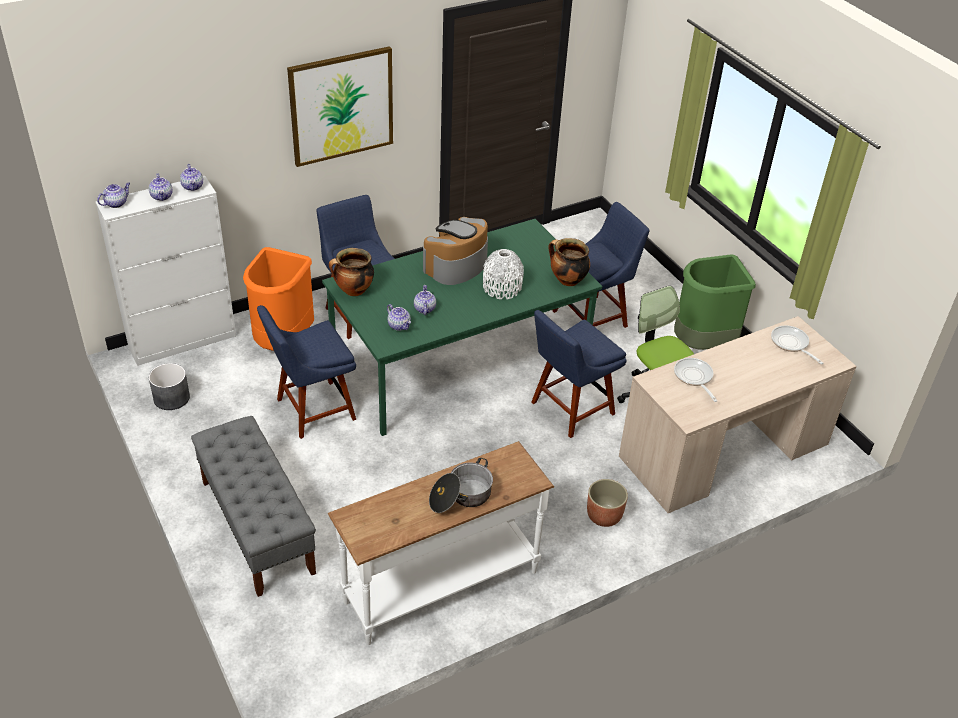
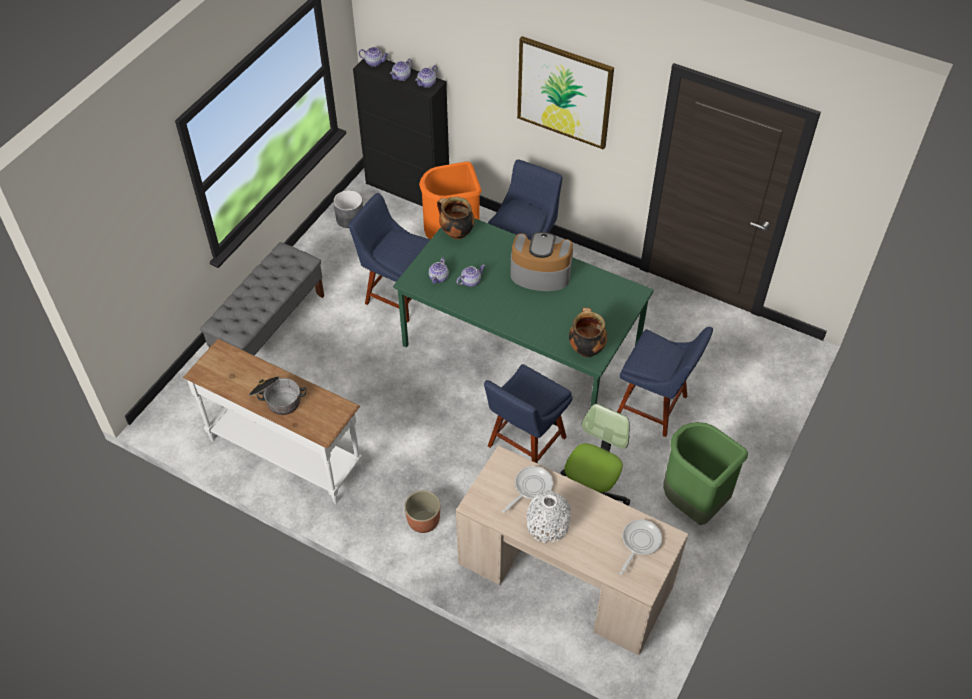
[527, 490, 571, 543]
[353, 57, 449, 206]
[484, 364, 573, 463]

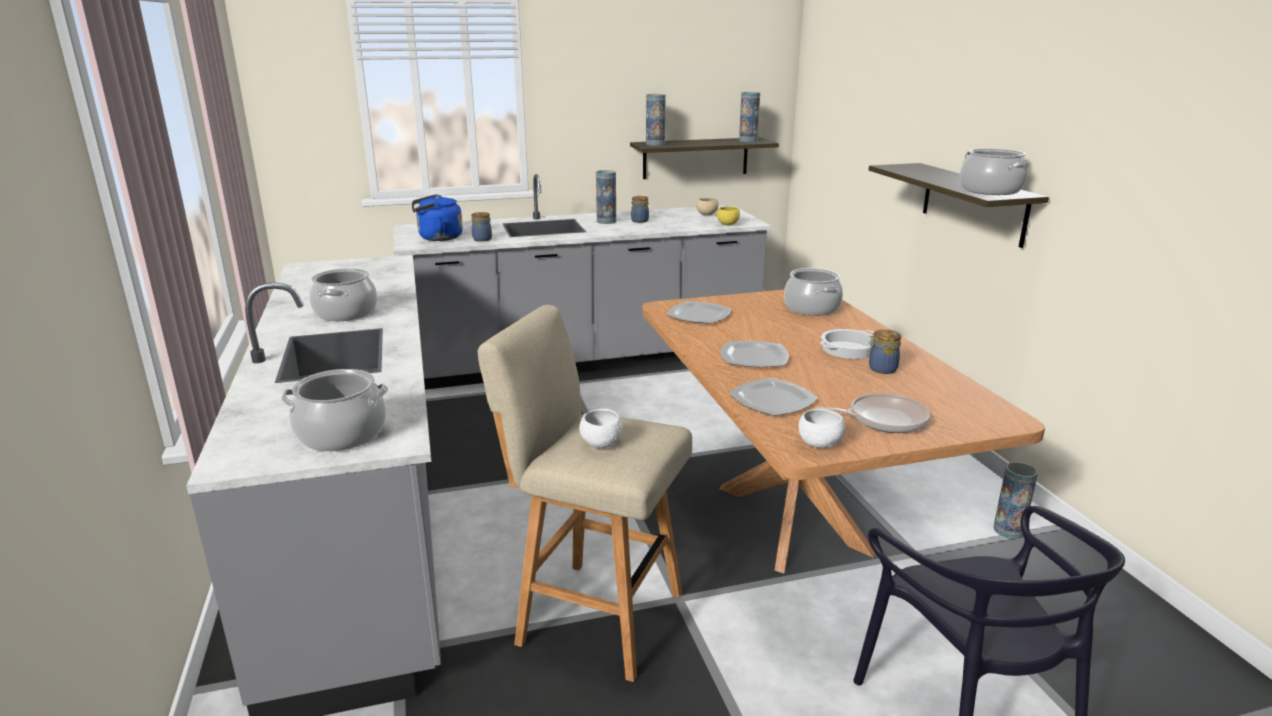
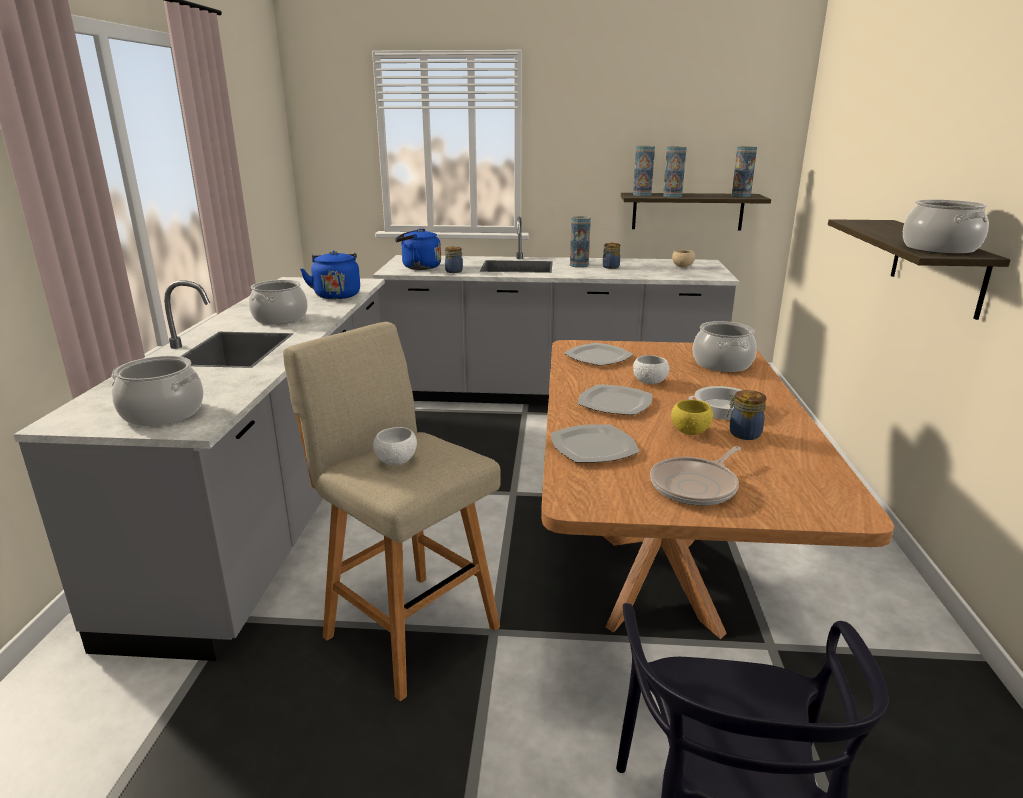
[300, 251, 360, 299]
[671, 400, 713, 435]
[633, 355, 669, 384]
[663, 146, 687, 197]
[650, 446, 741, 506]

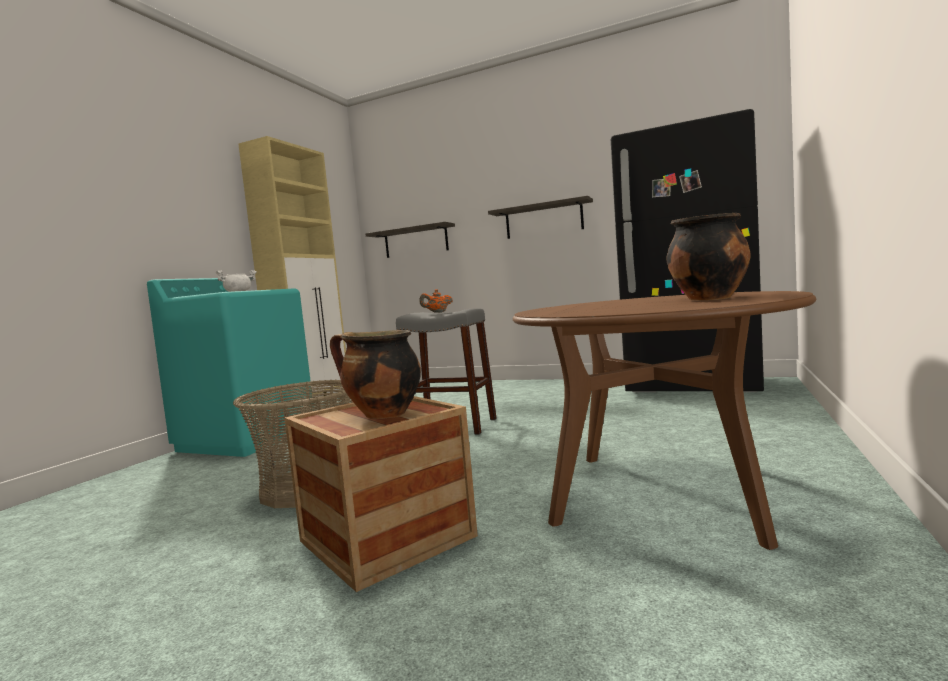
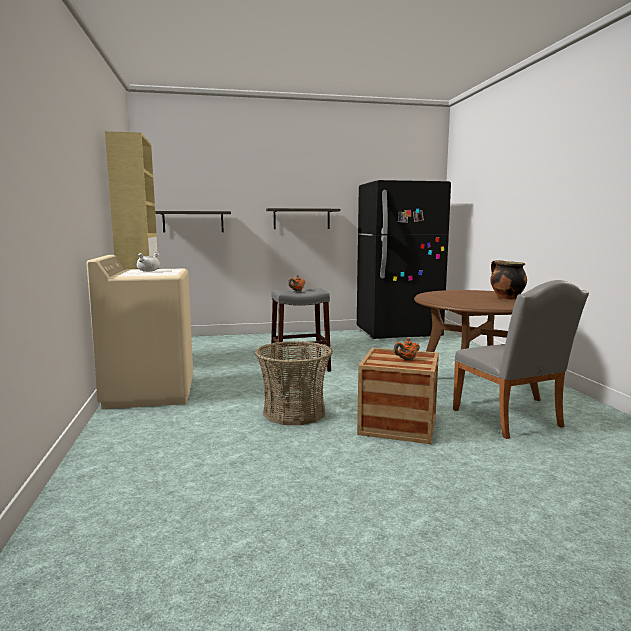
[453, 280, 589, 439]
[394, 338, 420, 360]
[86, 255, 193, 409]

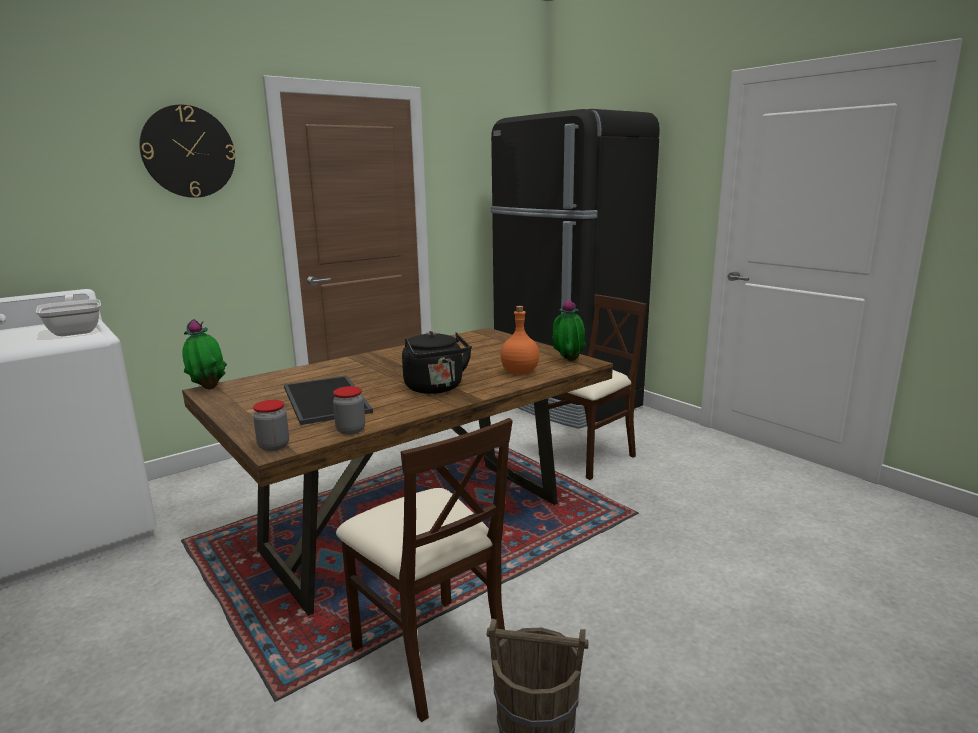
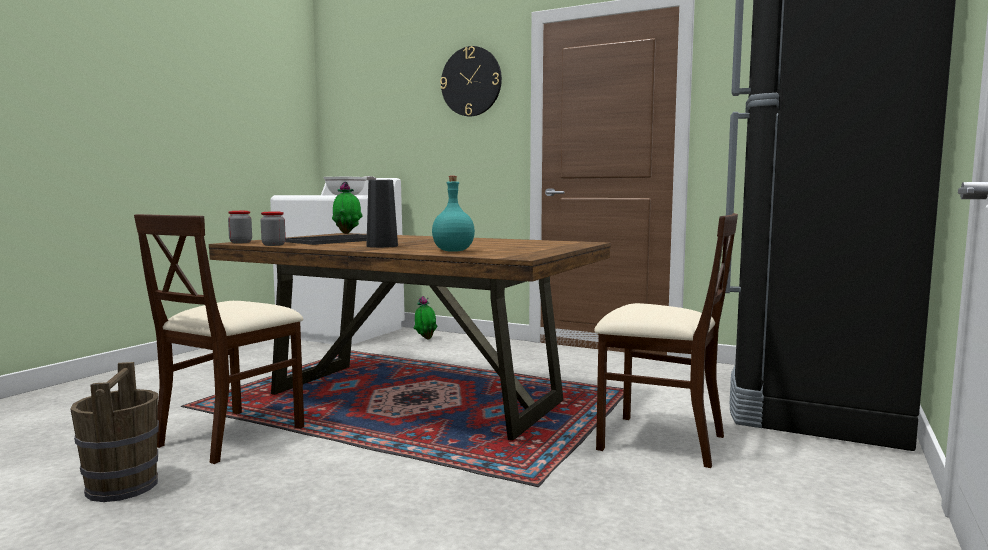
[413, 296, 437, 339]
[366, 180, 398, 248]
[432, 176, 475, 252]

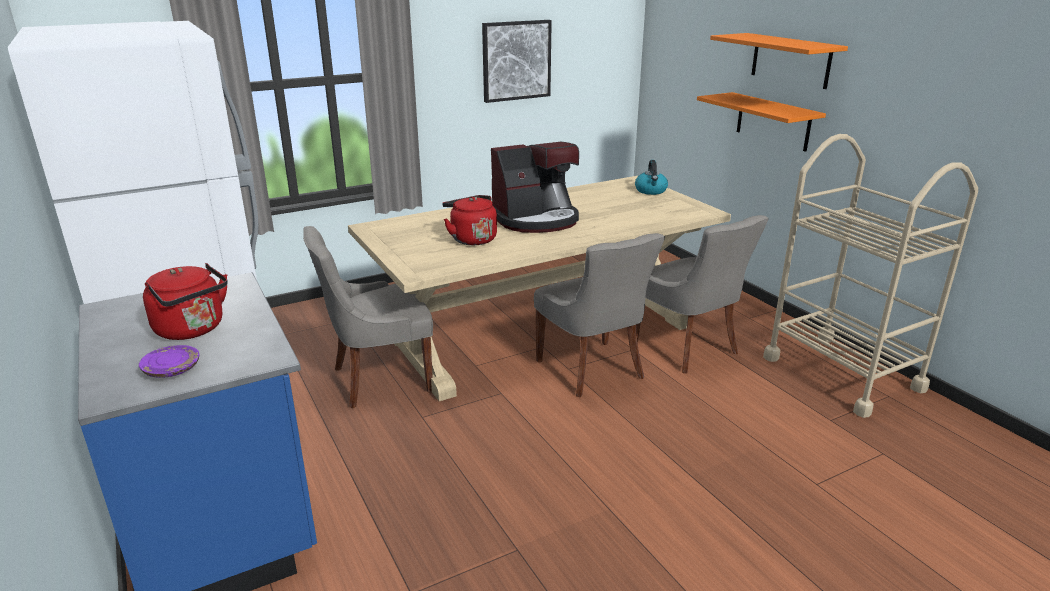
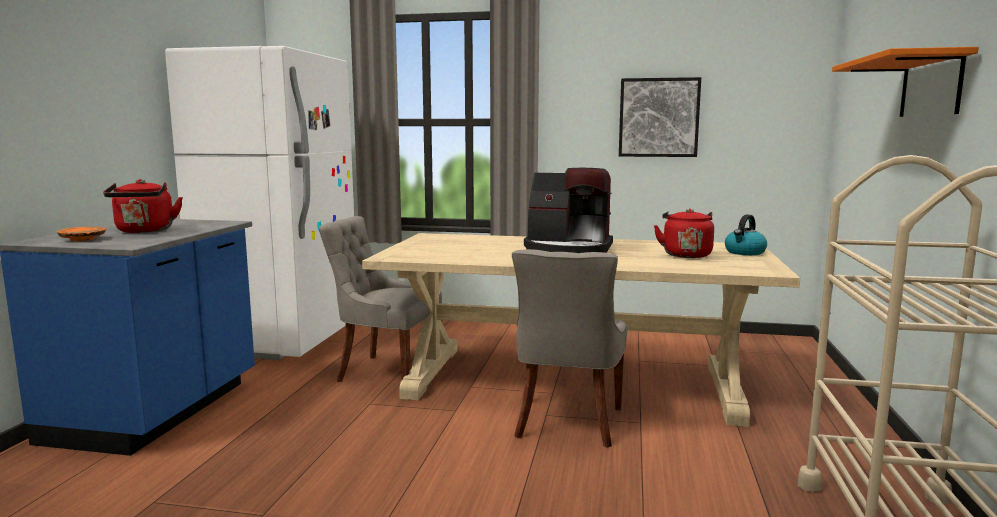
[637, 215, 769, 374] (first image)
[697, 92, 826, 152] (first image)
[654, 209, 714, 258]
[57, 227, 106, 241]

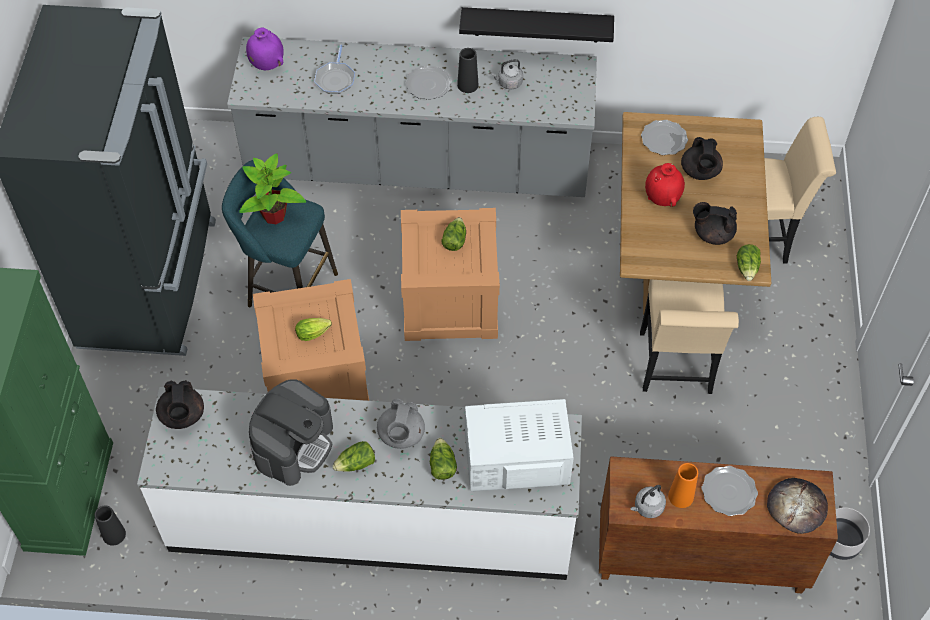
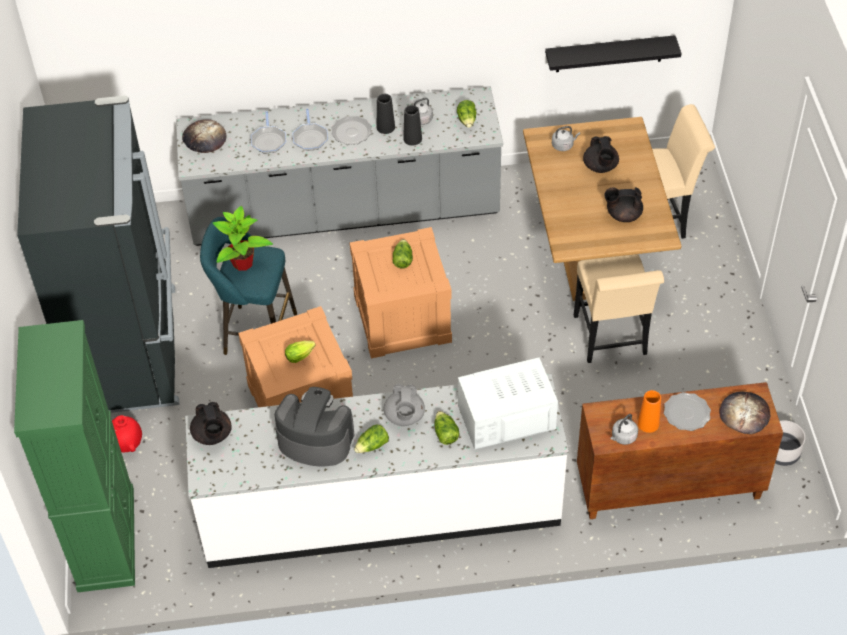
[293, 108, 328, 151]
[403, 105, 422, 146]
[545, 35, 682, 72]
[112, 415, 142, 452]
[457, 100, 477, 128]
[182, 119, 226, 153]
[552, 126, 580, 151]
[274, 387, 354, 467]

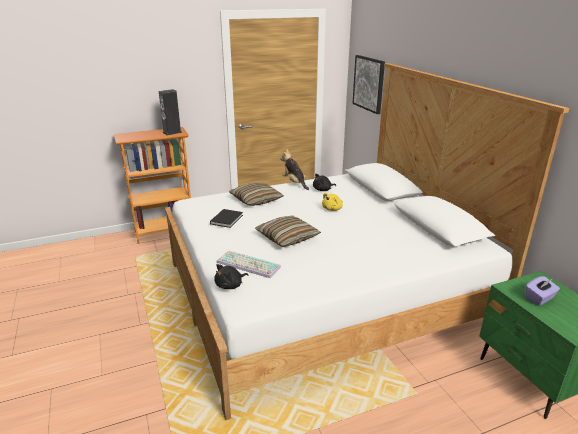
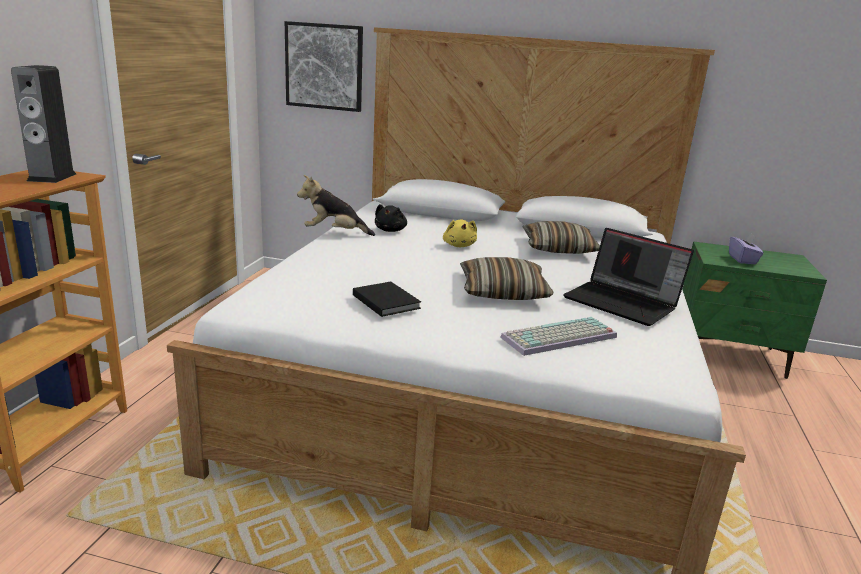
[214, 264, 249, 289] (first image)
[563, 228, 694, 326]
[523, 221, 600, 254]

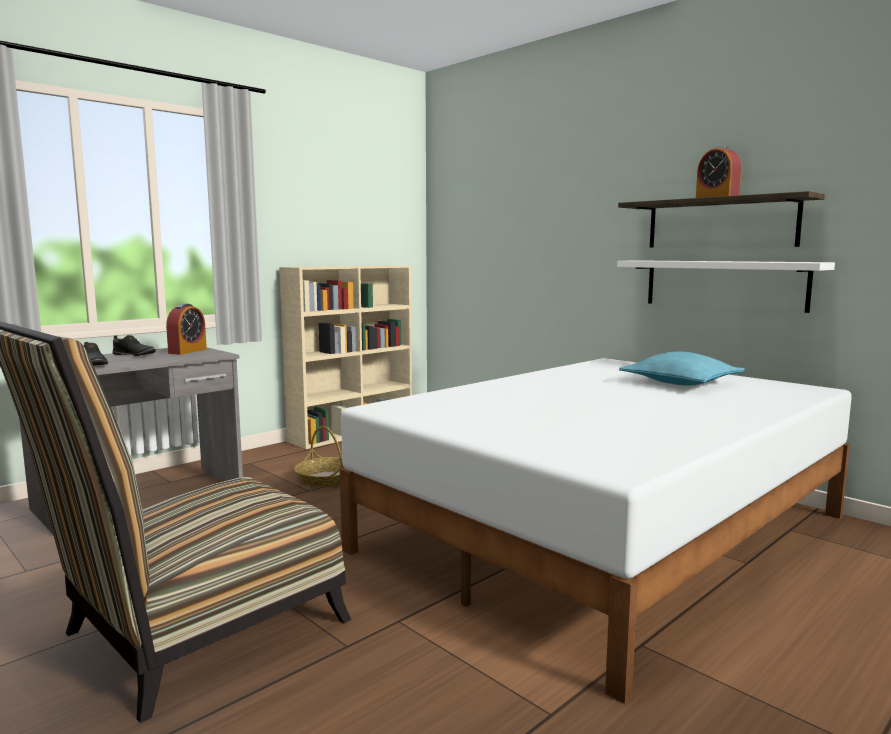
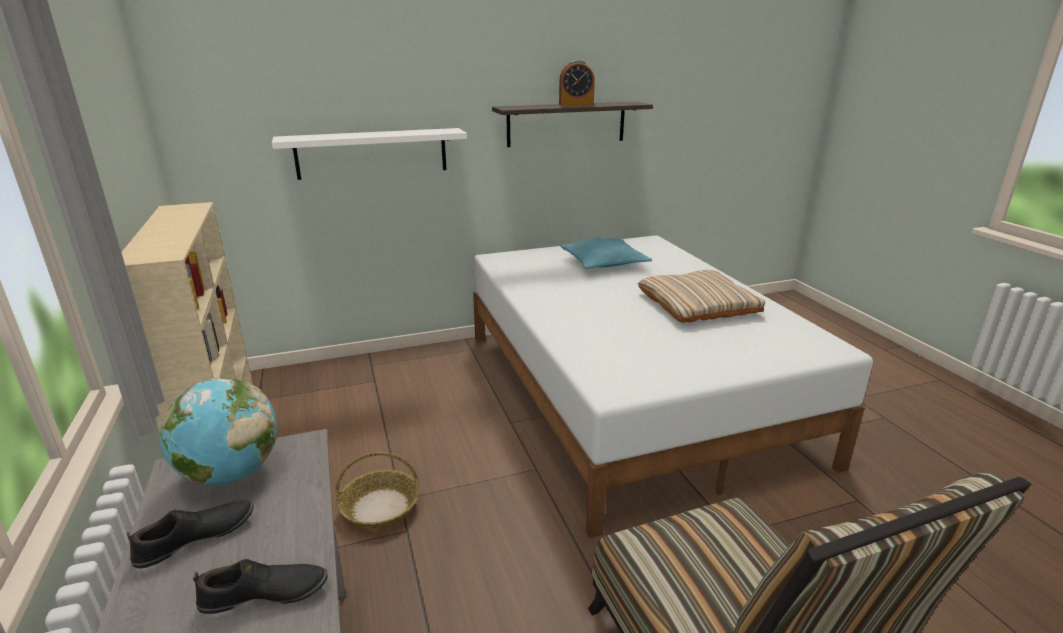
[638, 270, 765, 323]
[272, 128, 467, 180]
[160, 378, 277, 485]

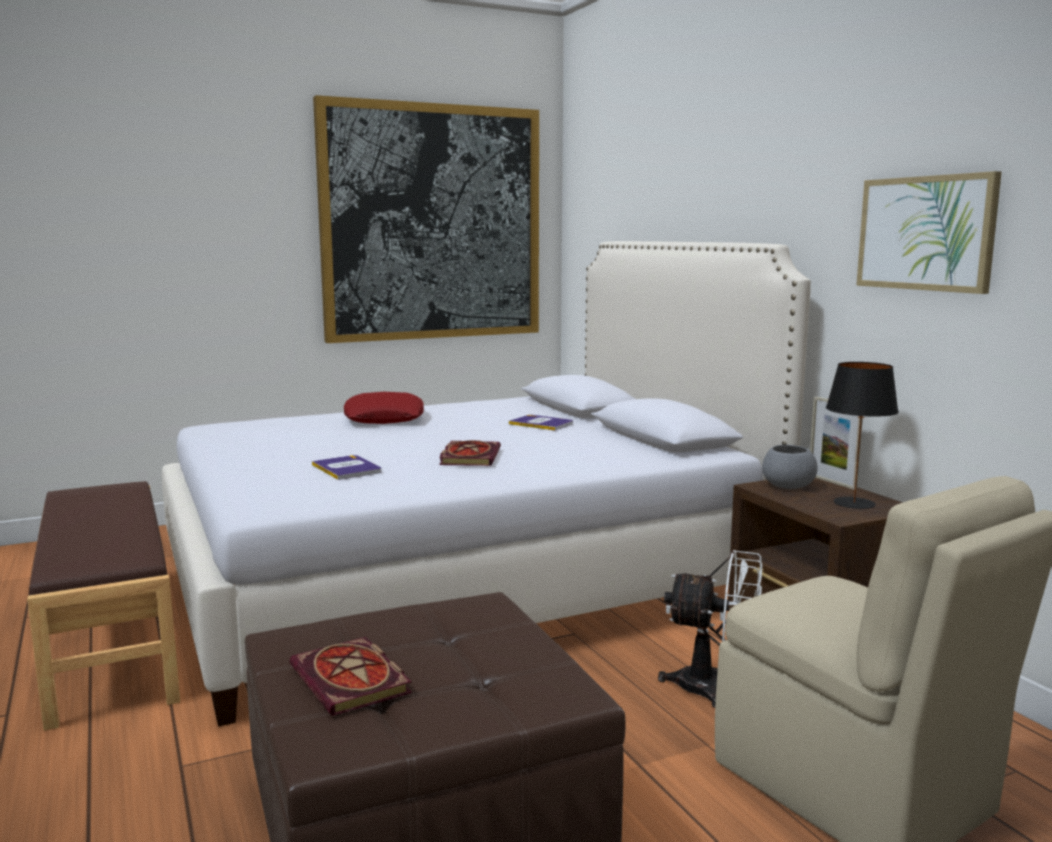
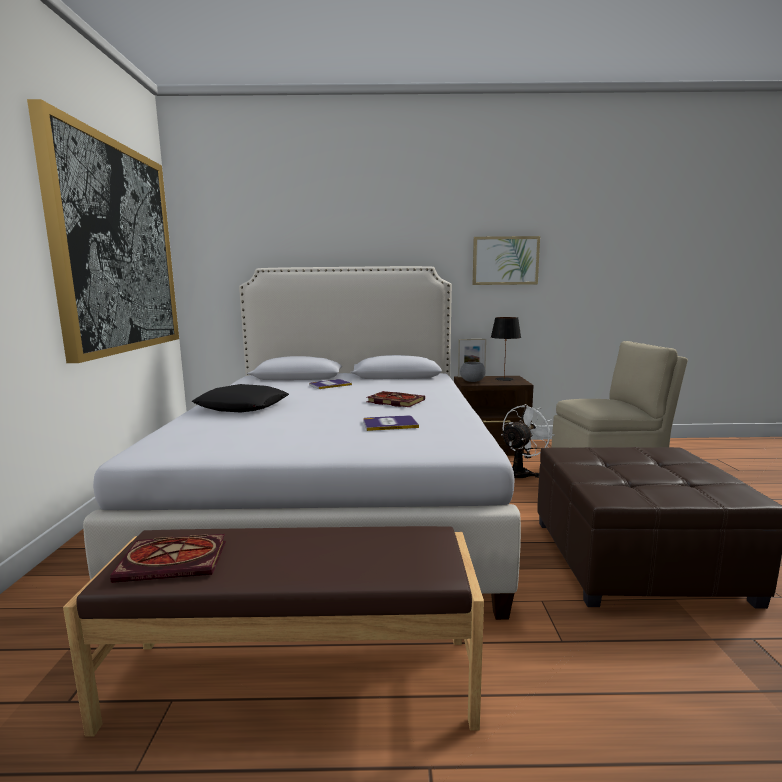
[110, 534, 226, 583]
[192, 384, 289, 412]

